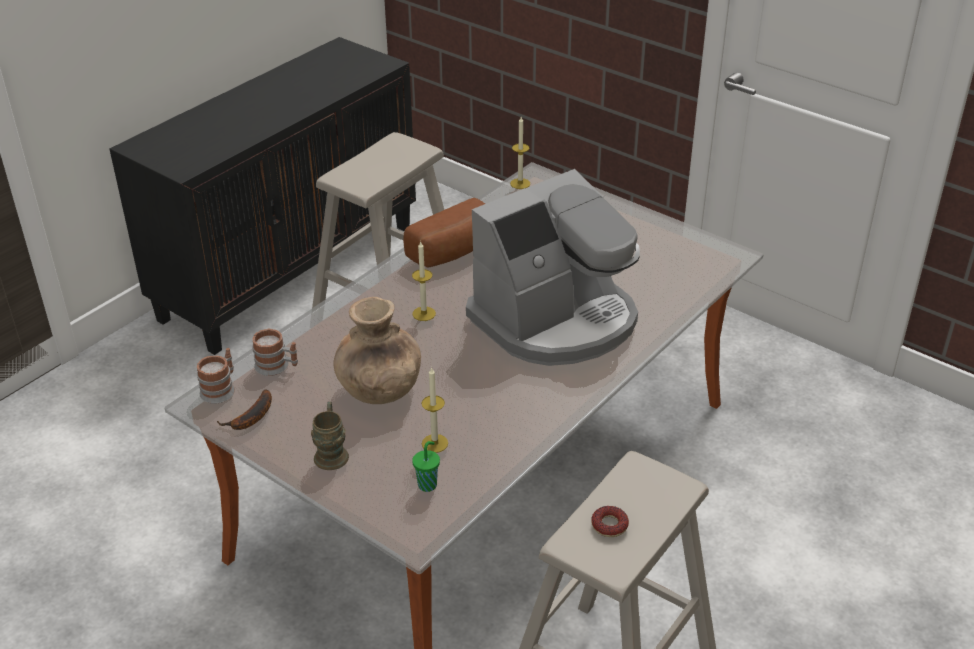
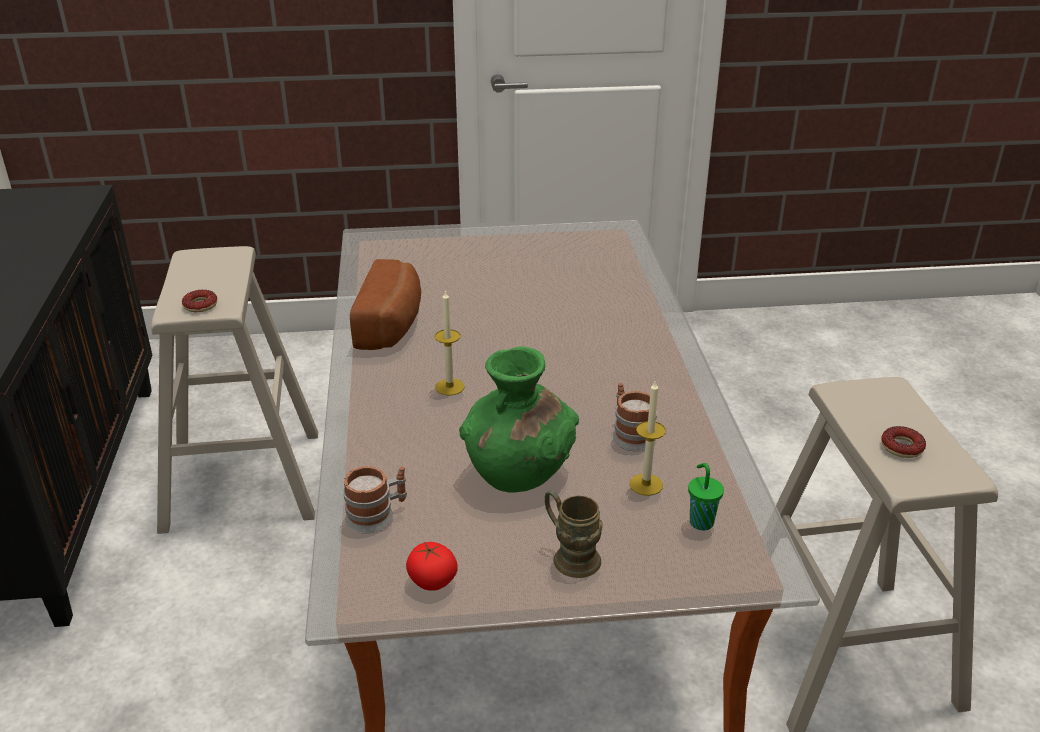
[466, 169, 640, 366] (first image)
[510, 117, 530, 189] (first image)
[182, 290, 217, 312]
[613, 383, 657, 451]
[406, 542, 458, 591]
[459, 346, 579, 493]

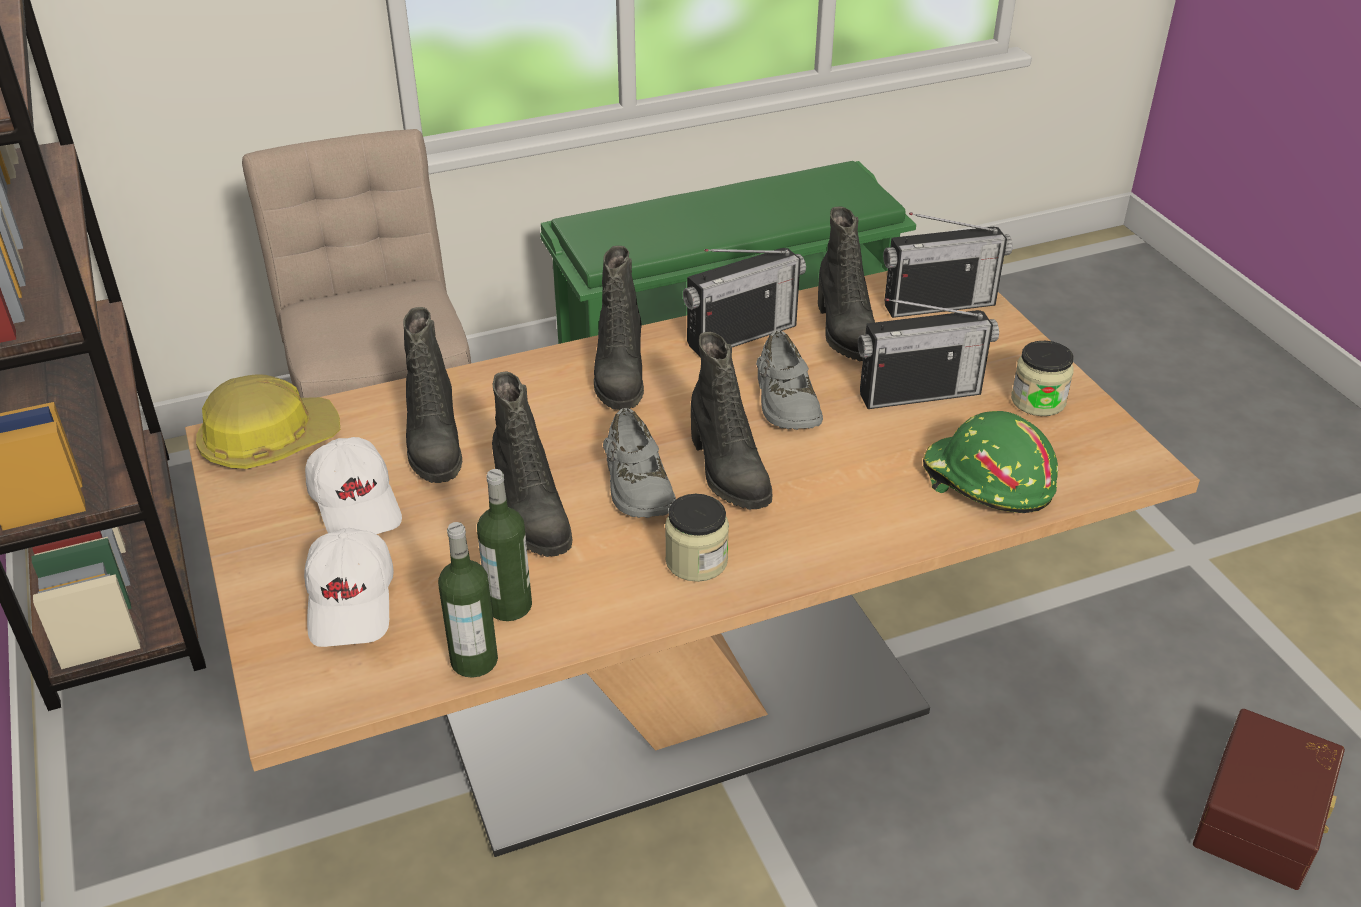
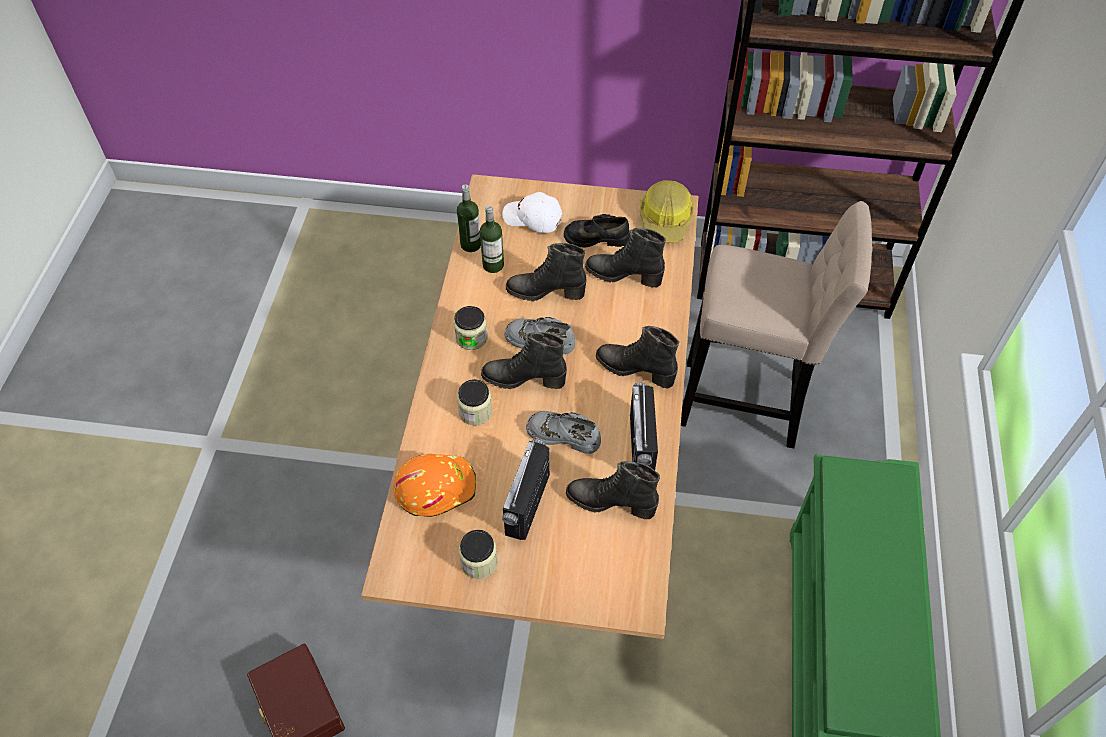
[883, 213, 1013, 318] (first image)
[457, 379, 493, 426]
[564, 214, 630, 248]
[393, 454, 476, 517]

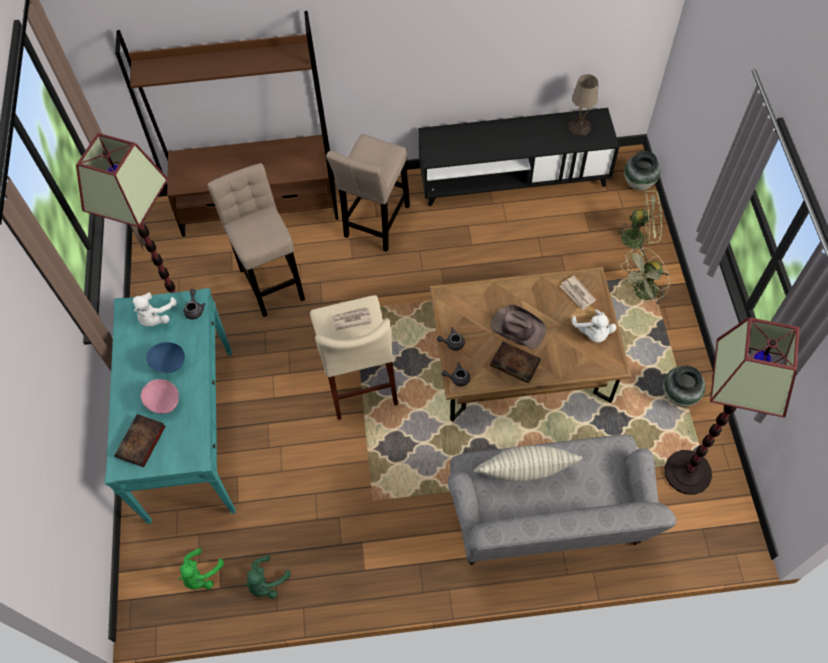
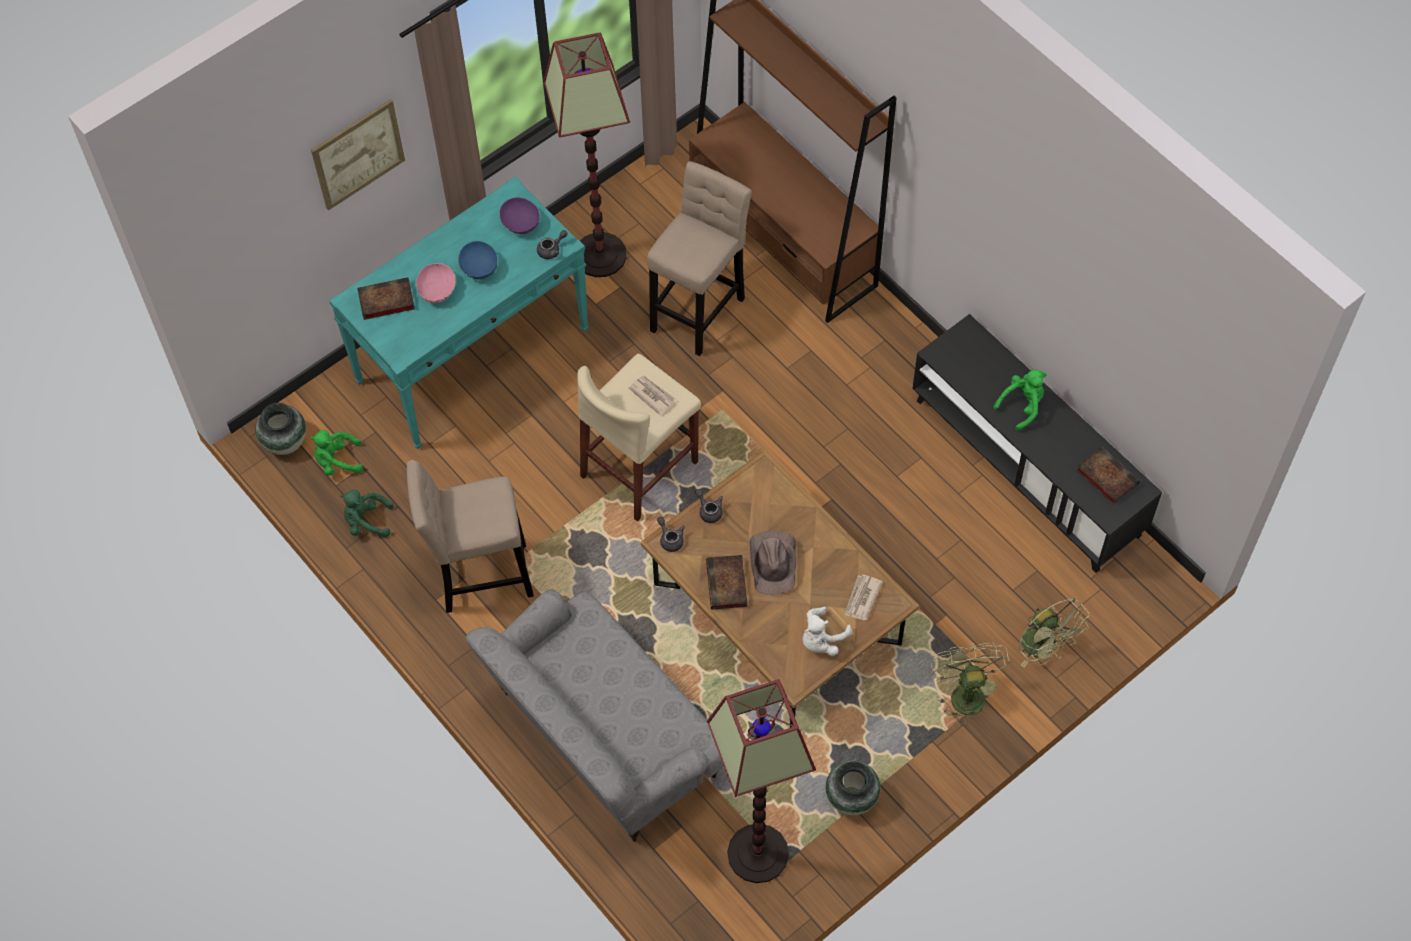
[474, 446, 582, 481] (first image)
[311, 99, 405, 211]
[993, 370, 1047, 431]
[407, 460, 534, 613]
[255, 403, 306, 455]
[499, 198, 540, 234]
[1076, 446, 1140, 505]
[931, 642, 1010, 726]

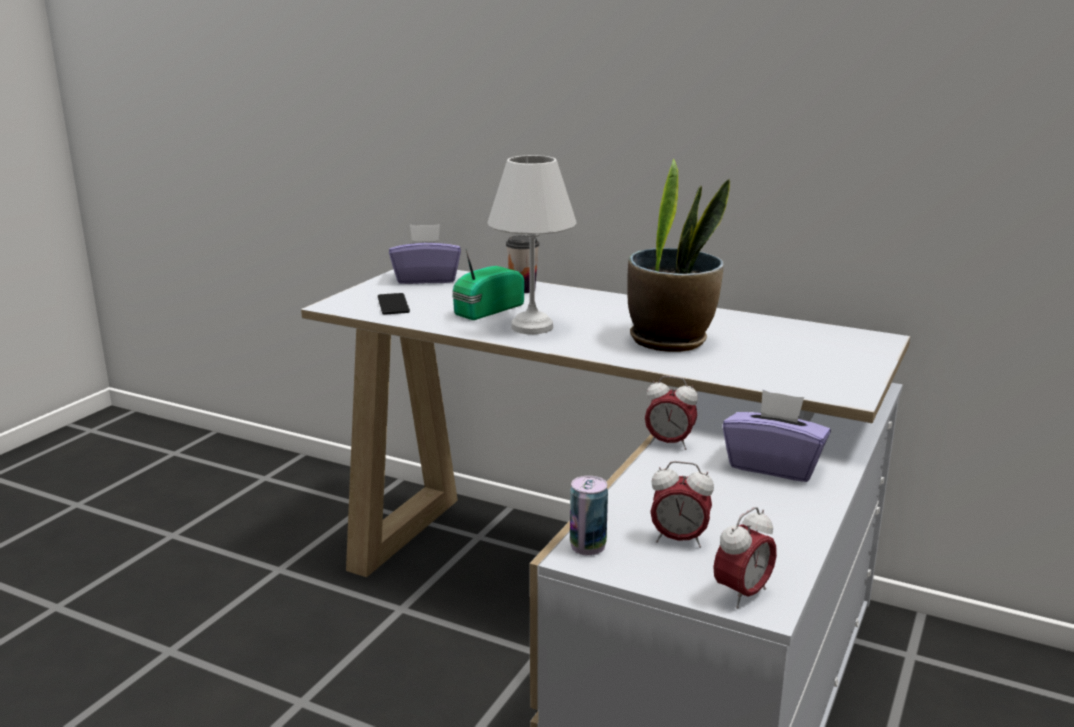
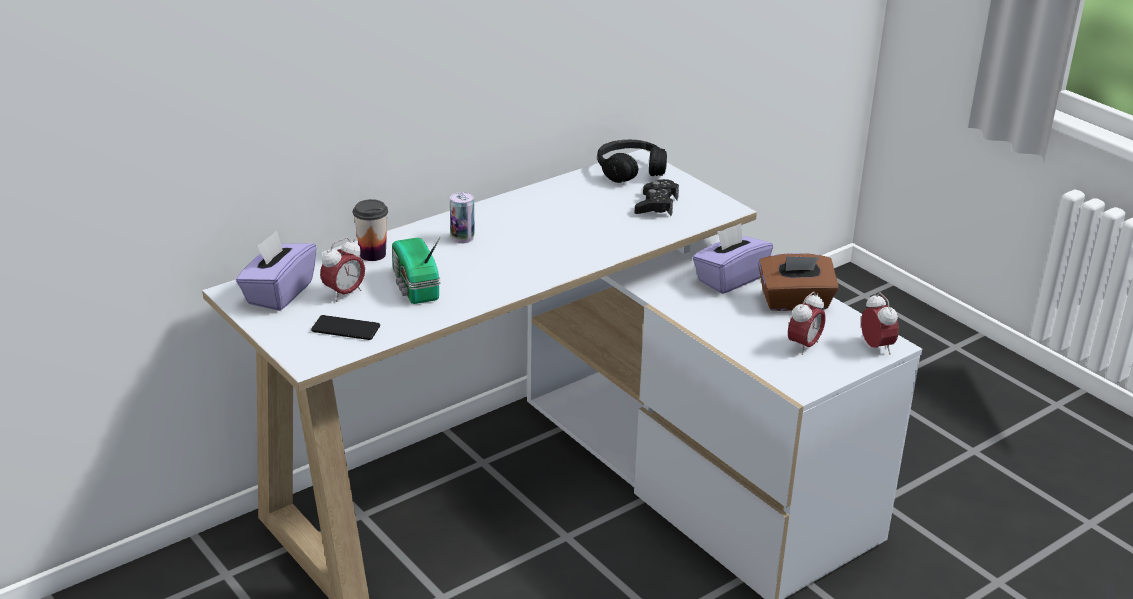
[488, 155, 577, 334] (first image)
[627, 159, 730, 352] (first image)
[597, 140, 667, 183]
[635, 179, 679, 216]
[758, 253, 839, 311]
[450, 192, 475, 244]
[320, 238, 365, 302]

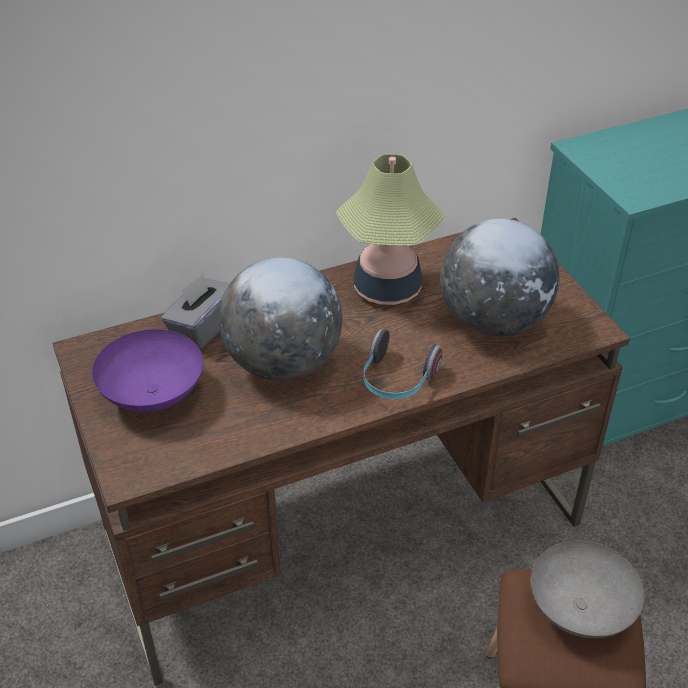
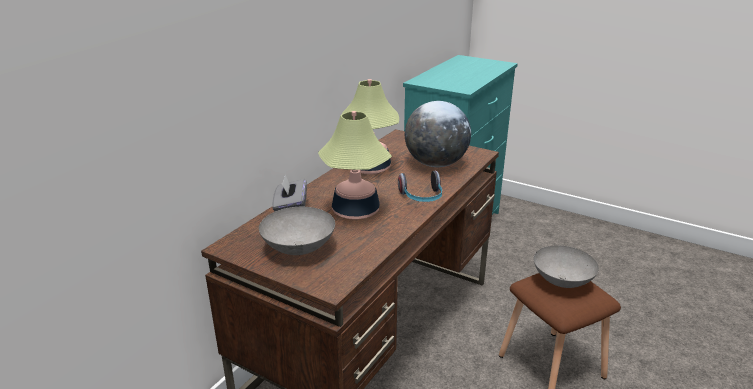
[318, 111, 392, 219]
[259, 207, 335, 255]

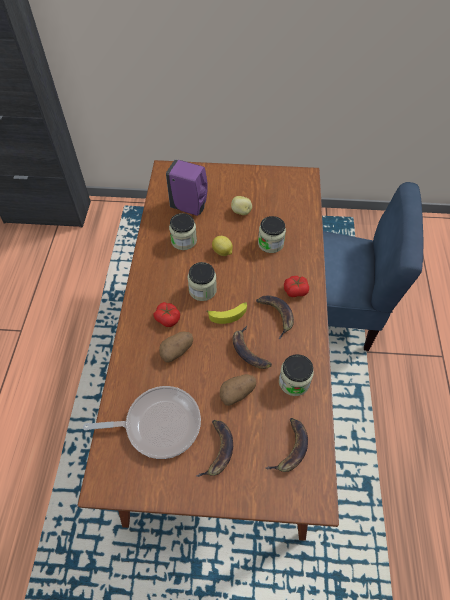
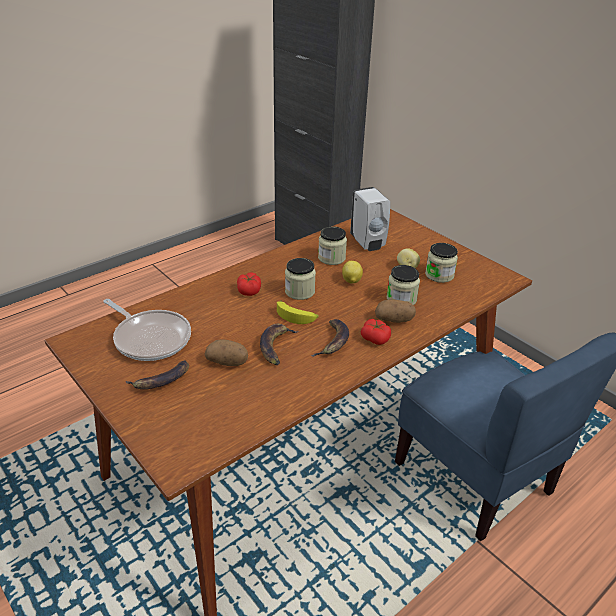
[266, 418, 308, 472] (first image)
[375, 299, 416, 323]
[425, 243, 458, 283]
[350, 187, 390, 251]

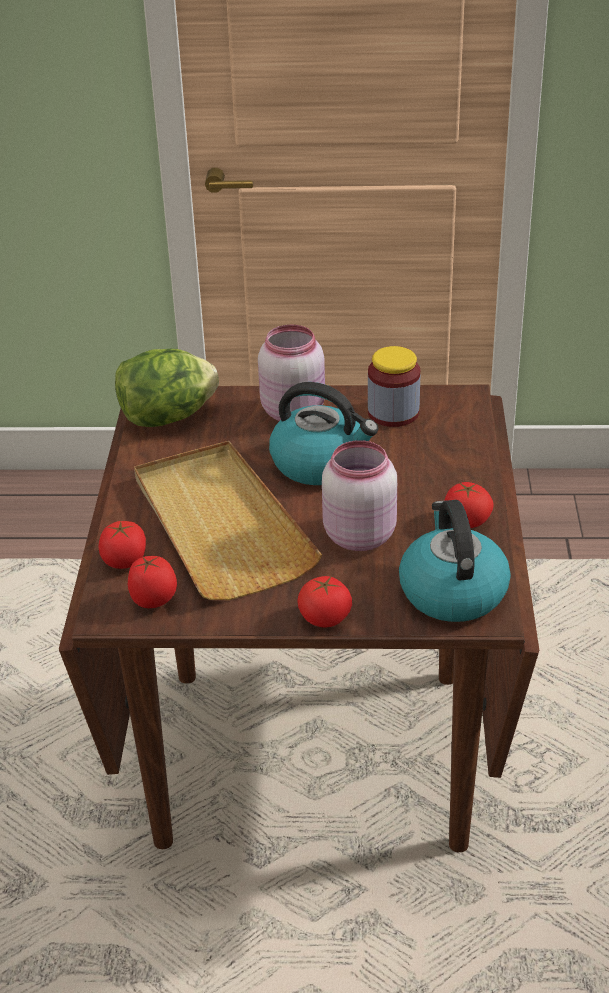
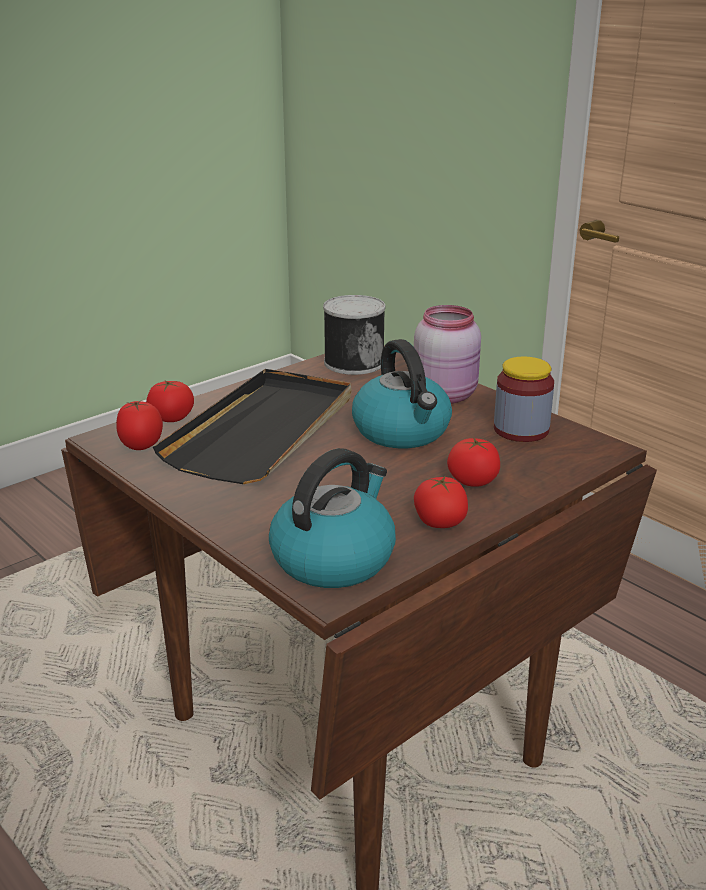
[322, 440, 397, 551] (first image)
[447, 438, 500, 487]
[323, 295, 385, 375]
[153, 369, 351, 484]

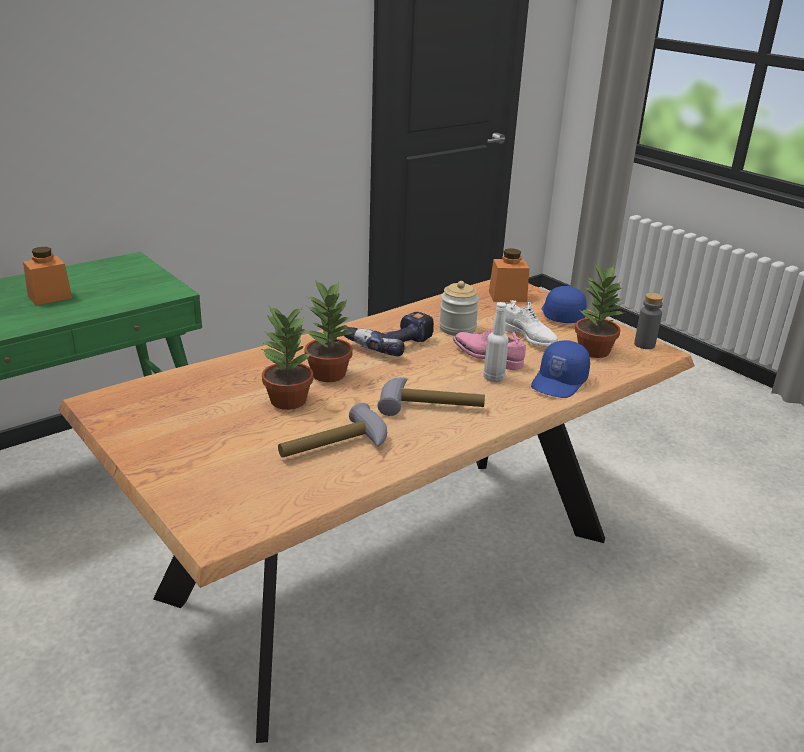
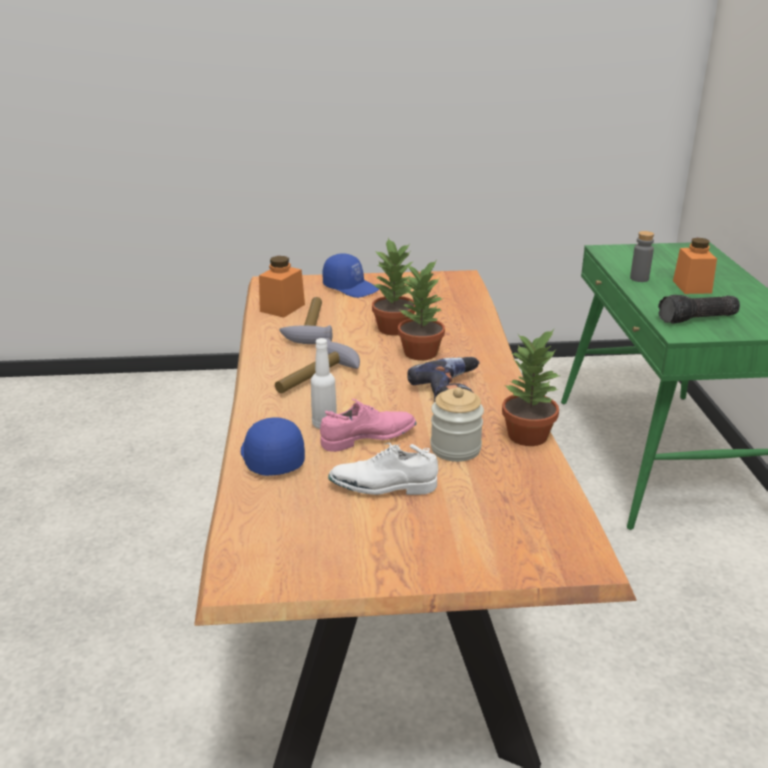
[658, 295, 740, 324]
[259, 256, 305, 318]
[322, 253, 379, 298]
[502, 329, 561, 446]
[630, 231, 654, 282]

